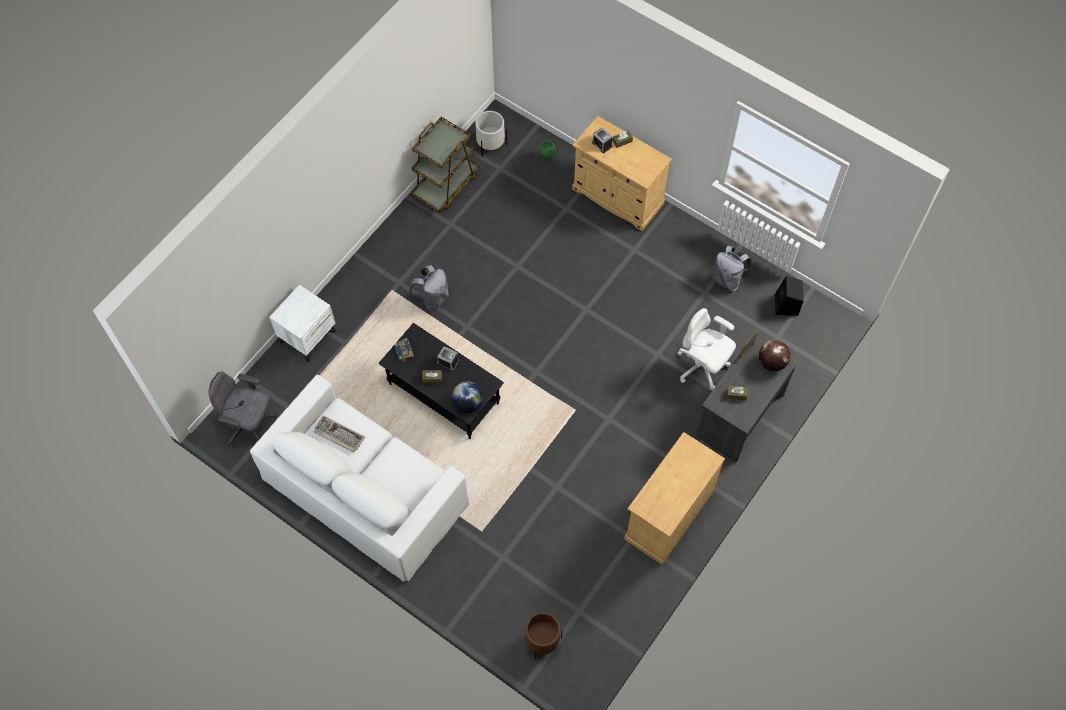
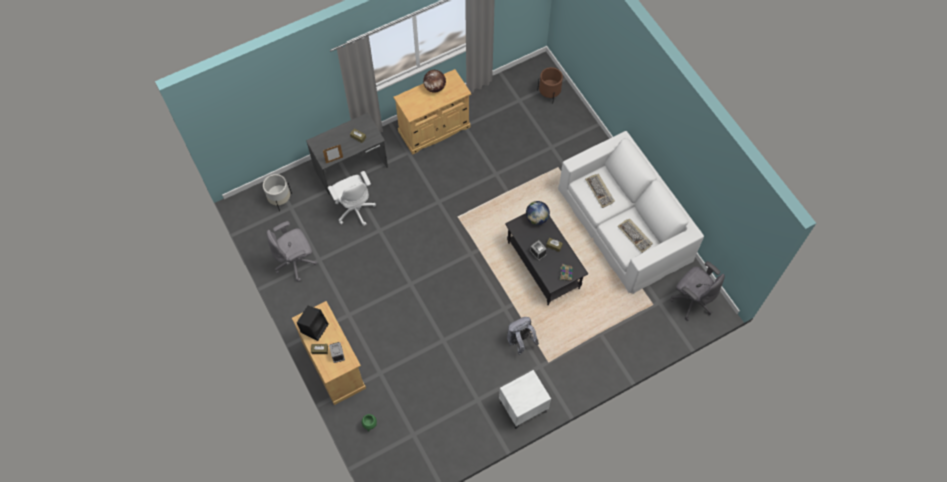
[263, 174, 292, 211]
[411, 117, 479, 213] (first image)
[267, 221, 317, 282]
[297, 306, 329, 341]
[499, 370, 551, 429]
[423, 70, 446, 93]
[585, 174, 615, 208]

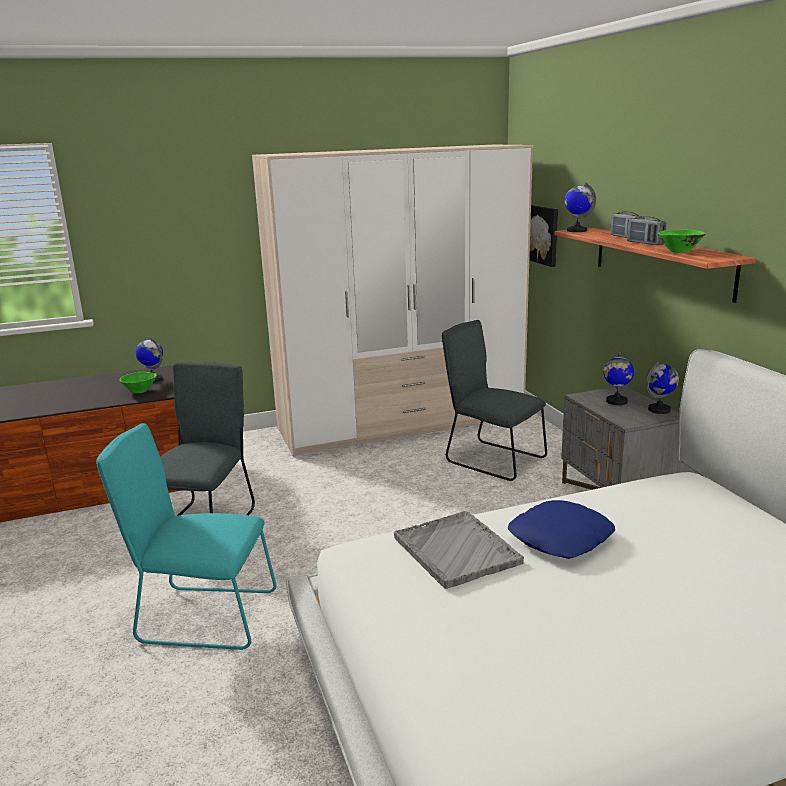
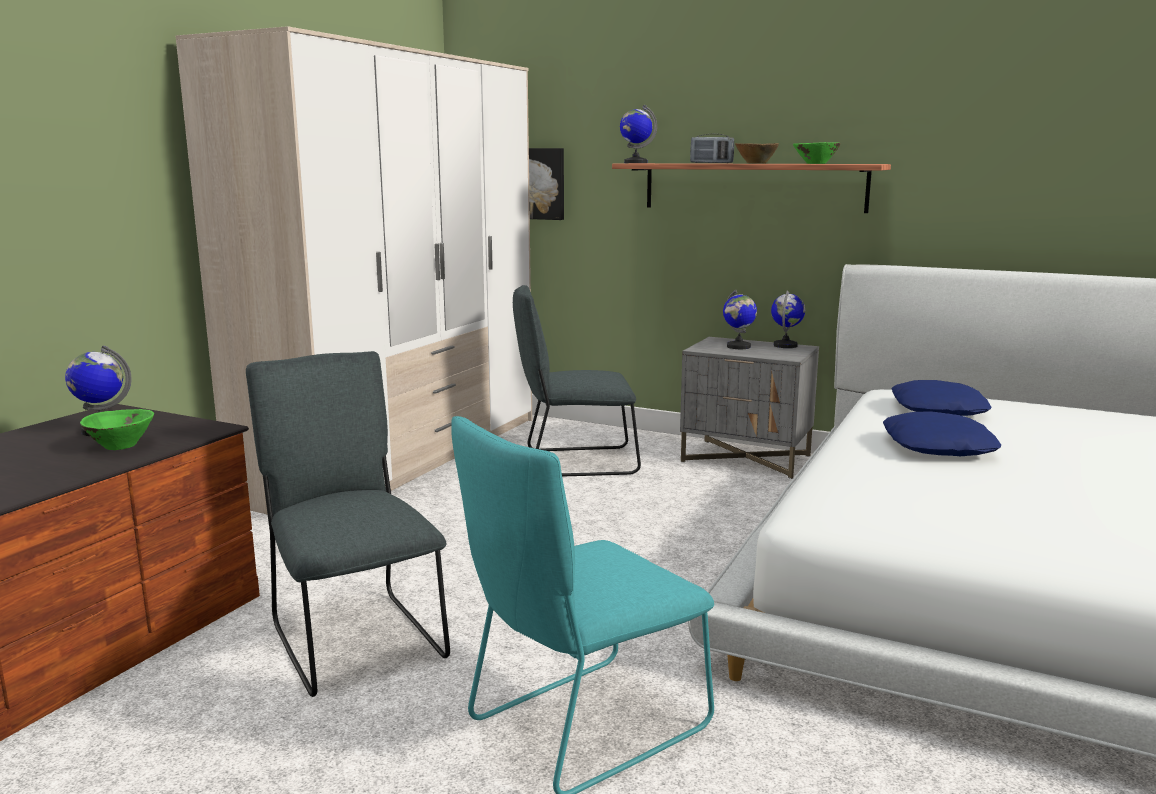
[735, 143, 779, 164]
[394, 511, 524, 589] (first image)
[891, 380, 991, 416]

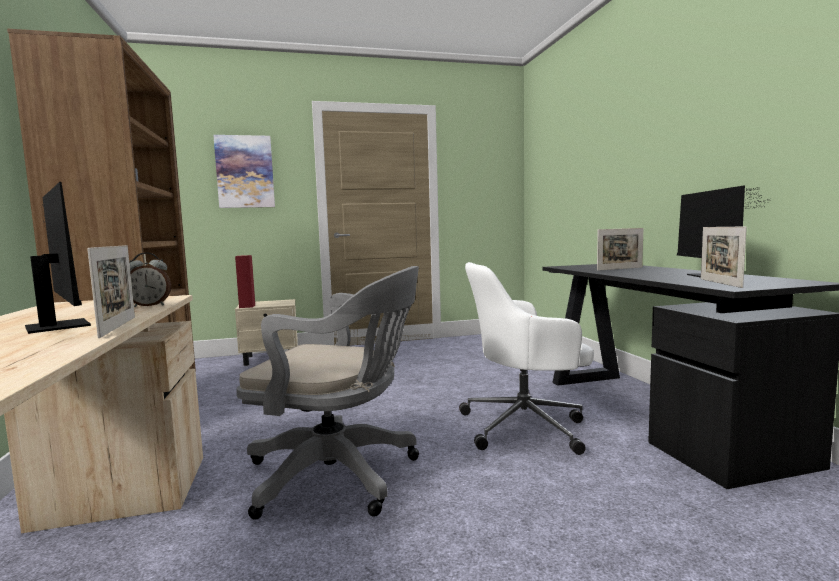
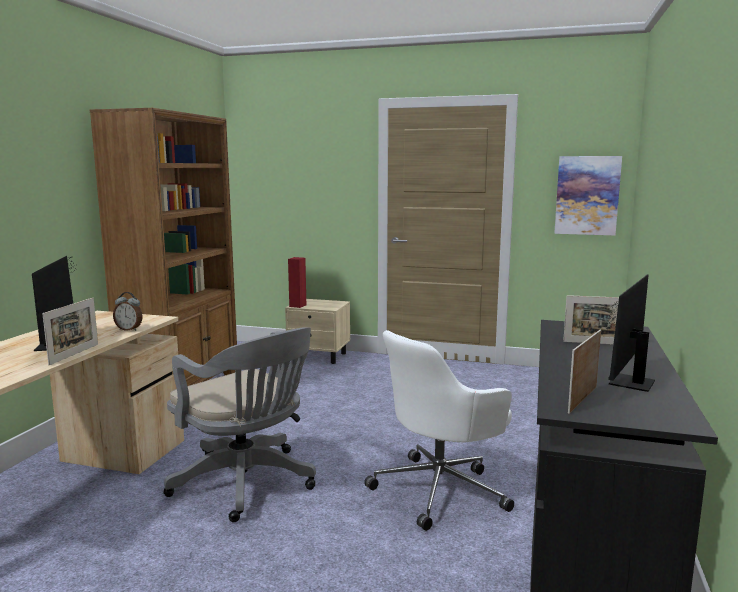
[554, 156, 622, 236]
[364, 330, 514, 531]

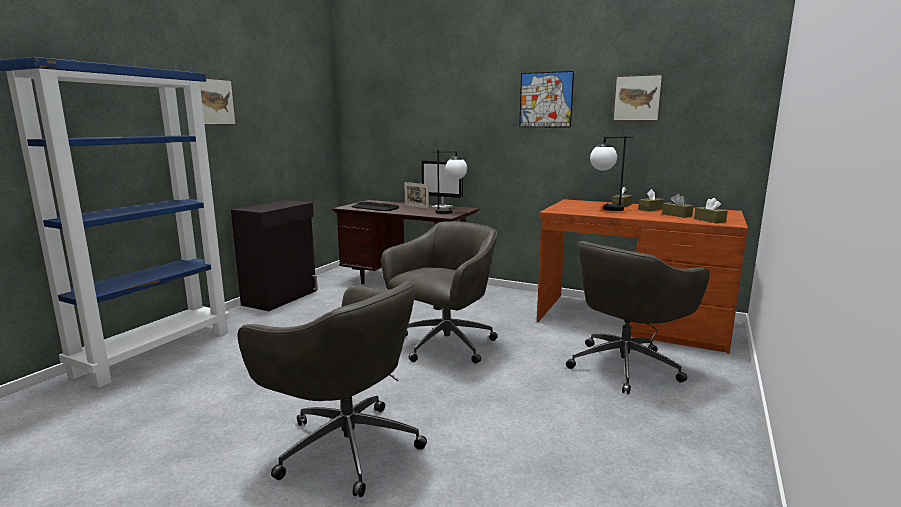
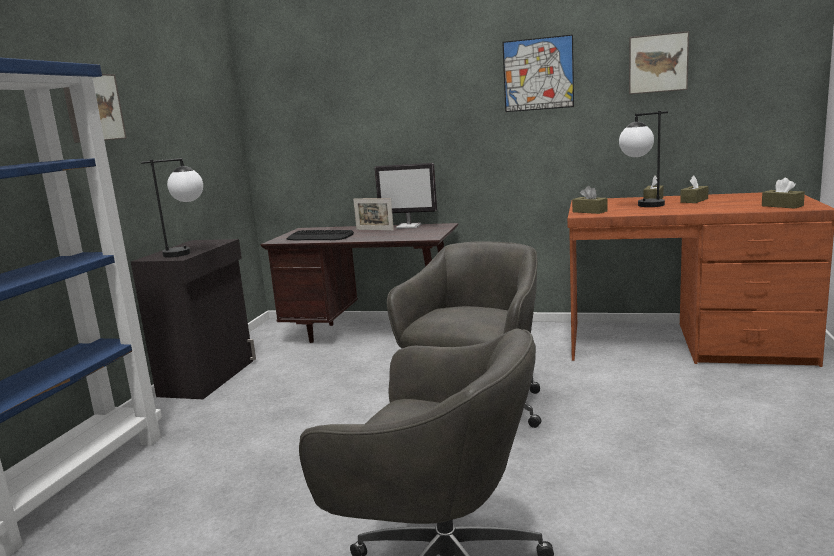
[141, 158, 203, 257]
[572, 186, 608, 214]
[566, 241, 710, 395] (first image)

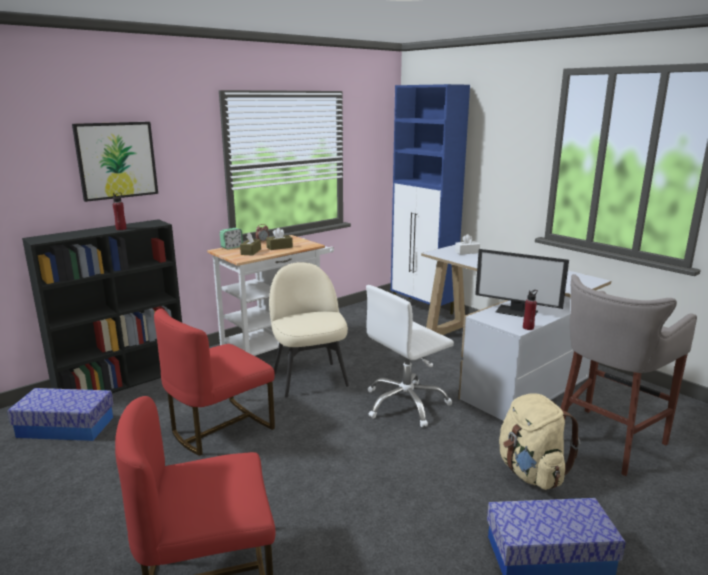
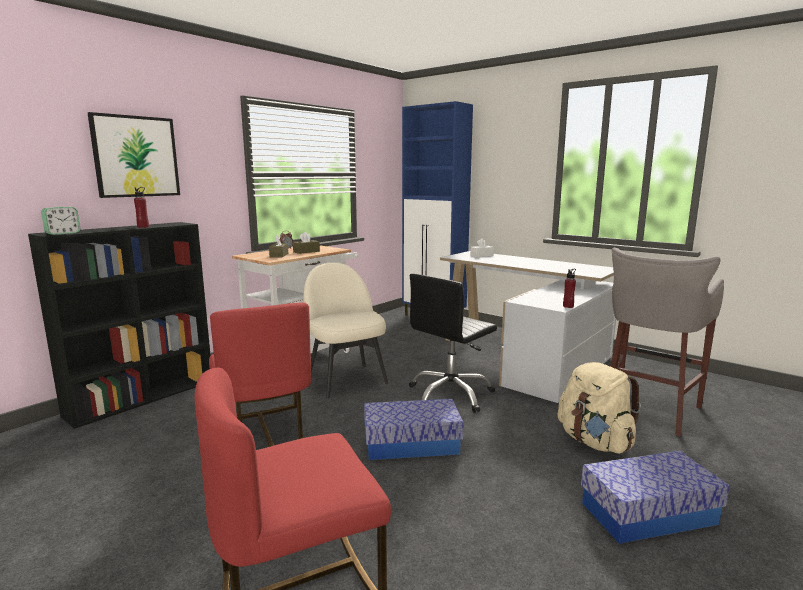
[41, 207, 80, 235]
[475, 249, 569, 317] (first image)
[409, 274, 497, 413]
[209, 303, 311, 447]
[364, 399, 464, 460]

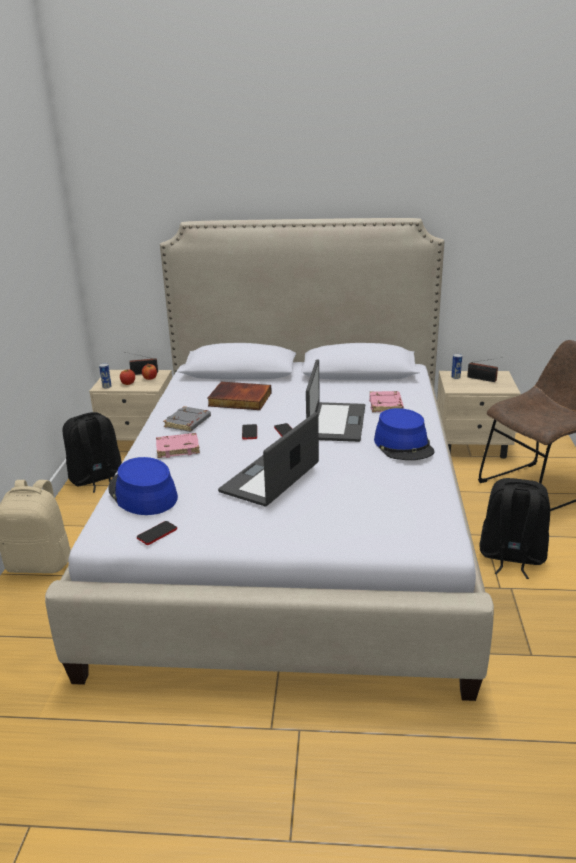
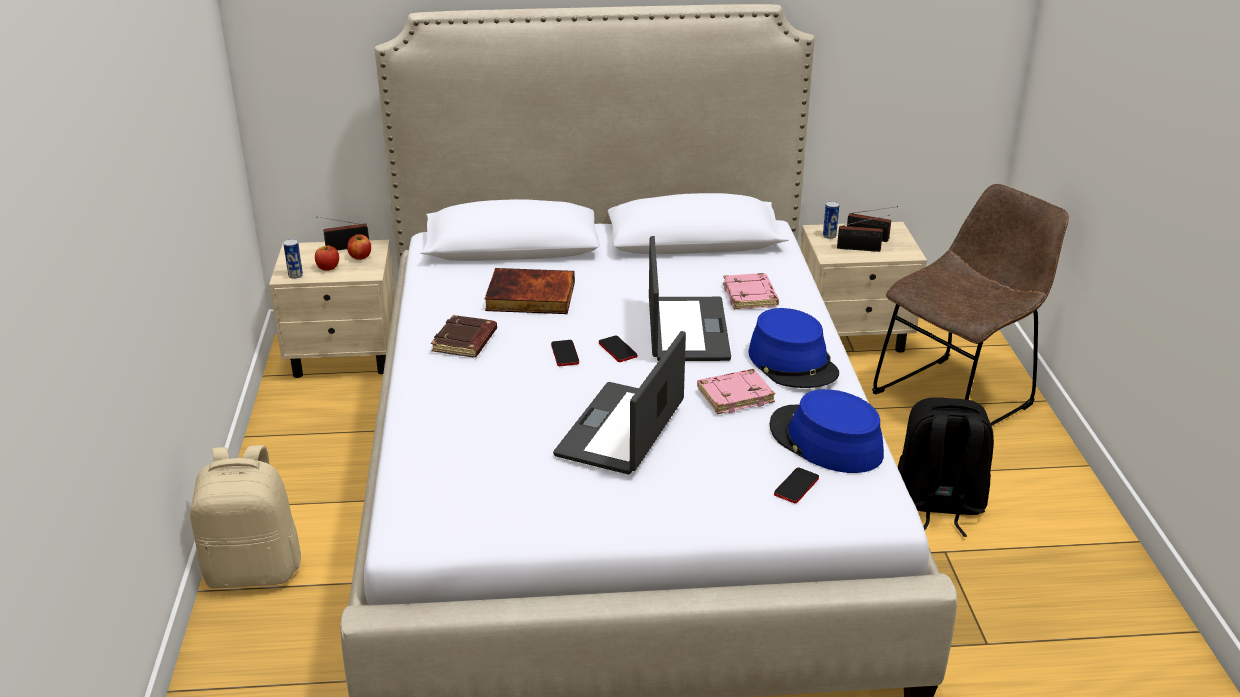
[431, 315, 497, 357]
[63, 412, 122, 493] (first image)
[697, 369, 775, 414]
[770, 389, 884, 473]
[774, 467, 819, 503]
[837, 215, 890, 252]

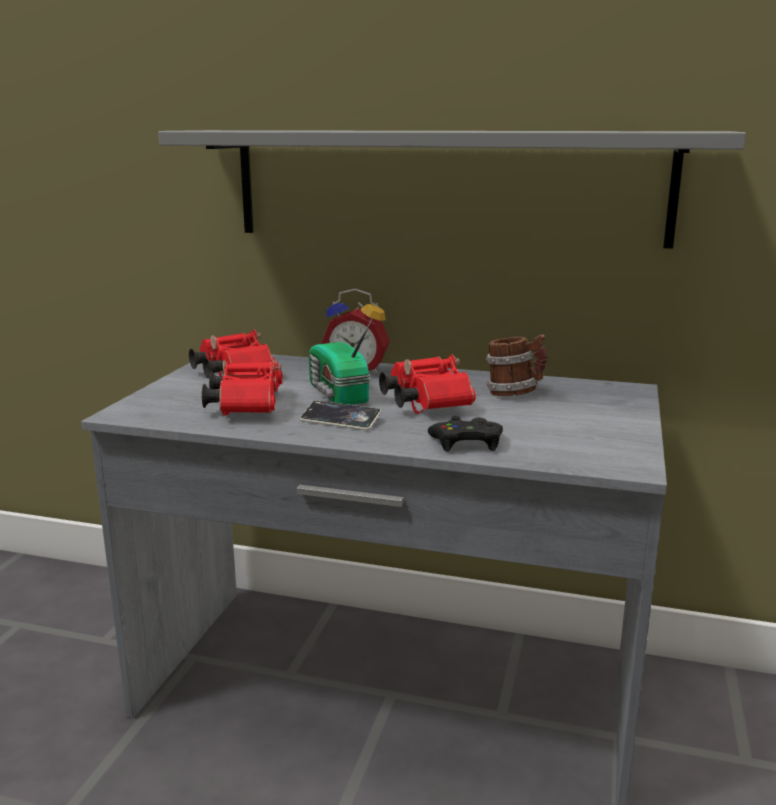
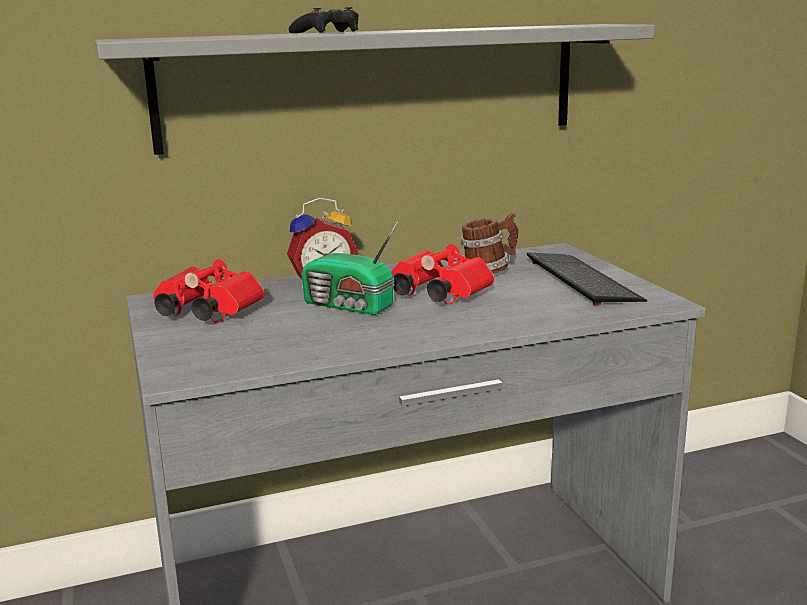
[202, 360, 283, 416] (first image)
[300, 400, 381, 430] (first image)
[289, 7, 358, 33]
[527, 252, 647, 305]

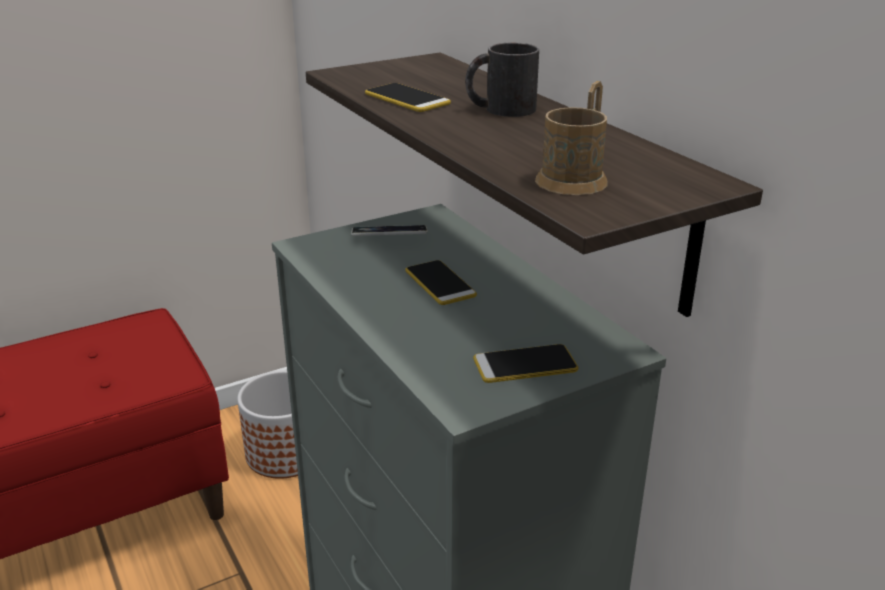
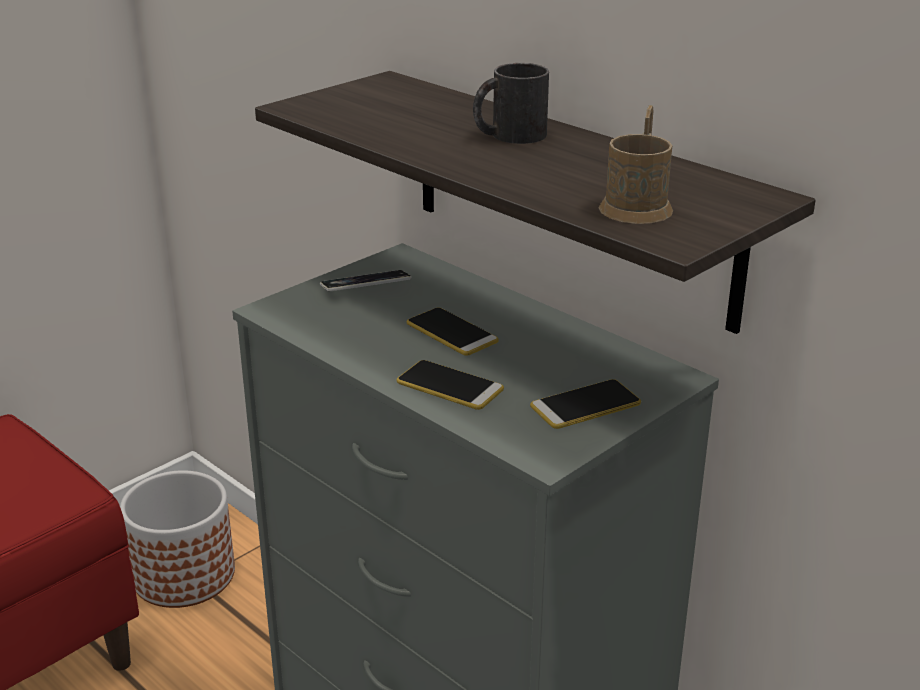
[397, 360, 504, 410]

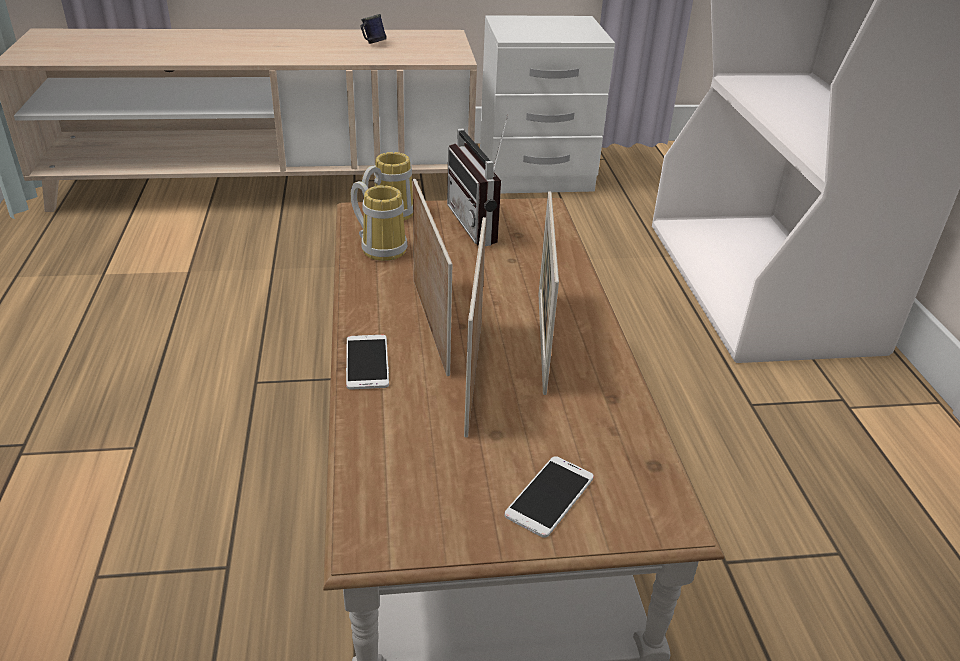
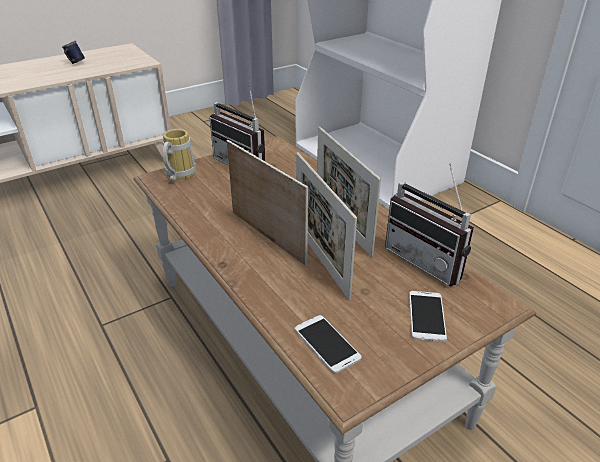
[480, 15, 615, 193] (first image)
[351, 181, 407, 261] (first image)
[295, 315, 362, 374]
[385, 163, 474, 287]

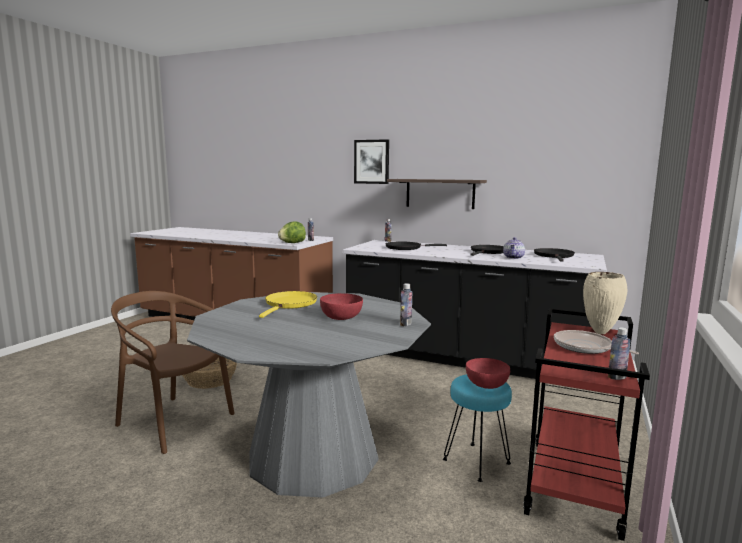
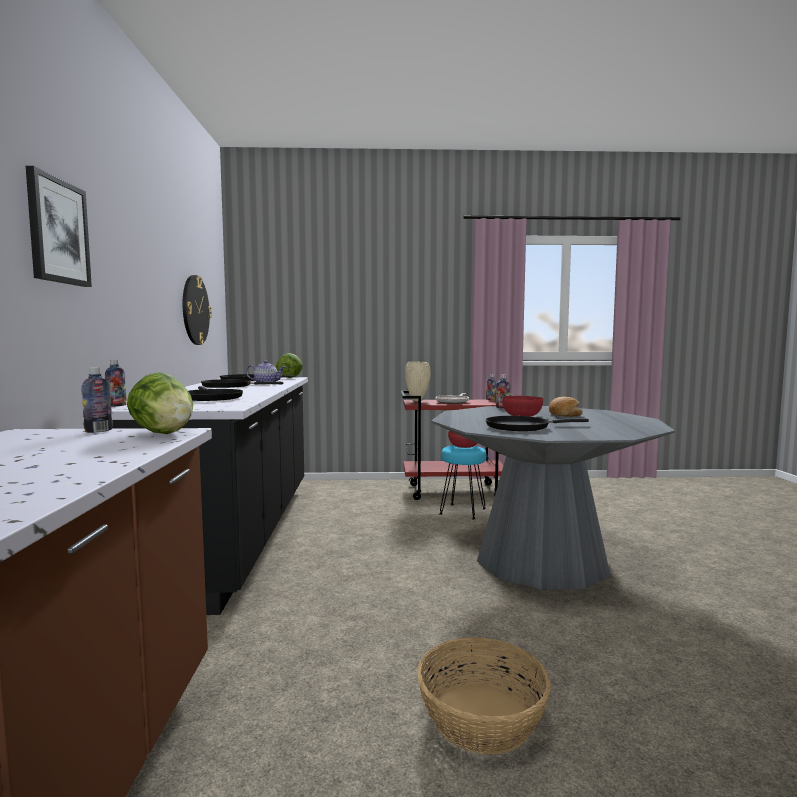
[387, 179, 487, 209] (first image)
[111, 291, 235, 454] (first image)
[486, 416, 589, 431]
[183, 275, 212, 345]
[276, 353, 303, 378]
[549, 397, 583, 417]

